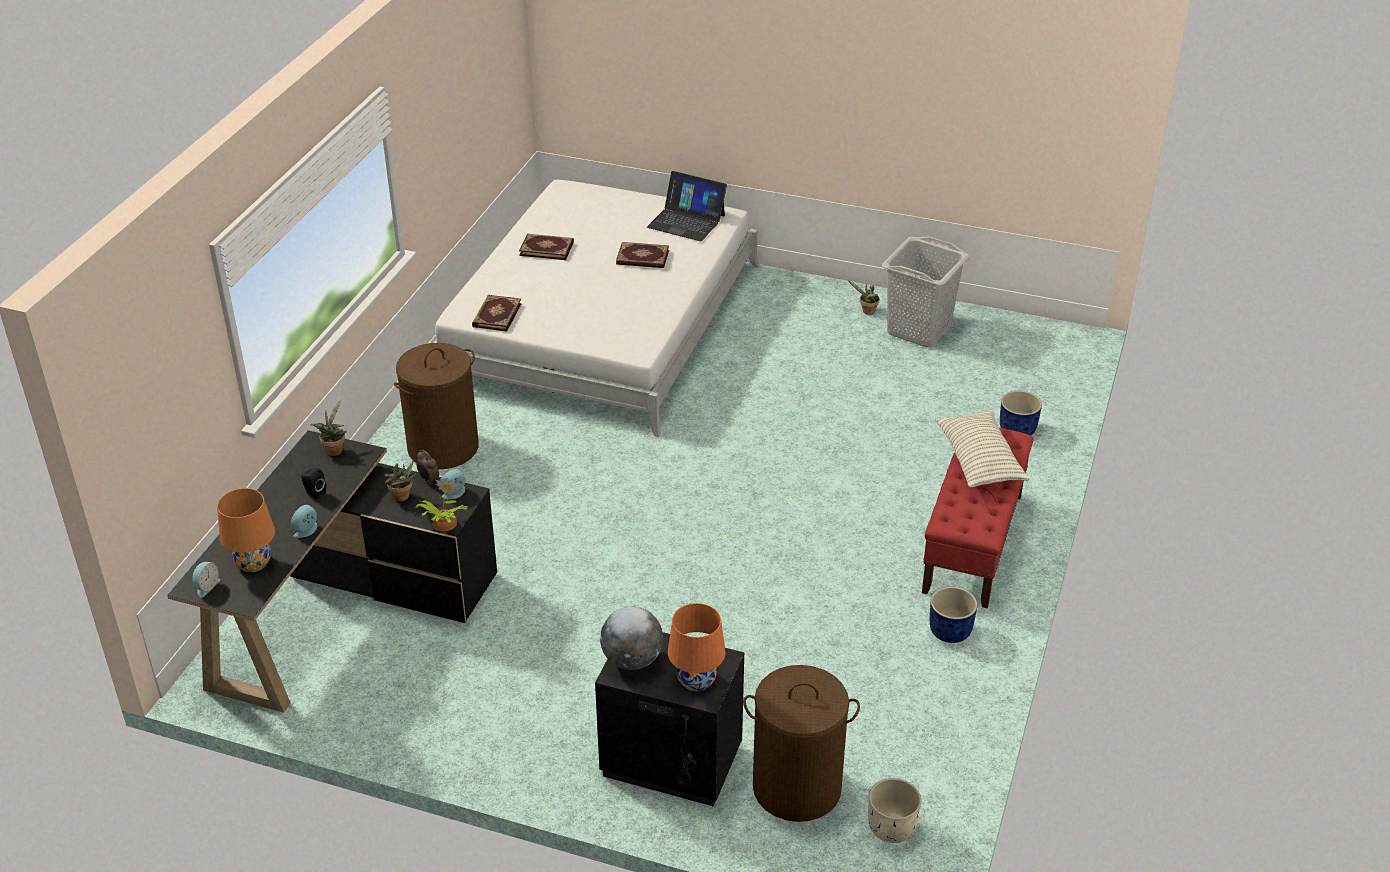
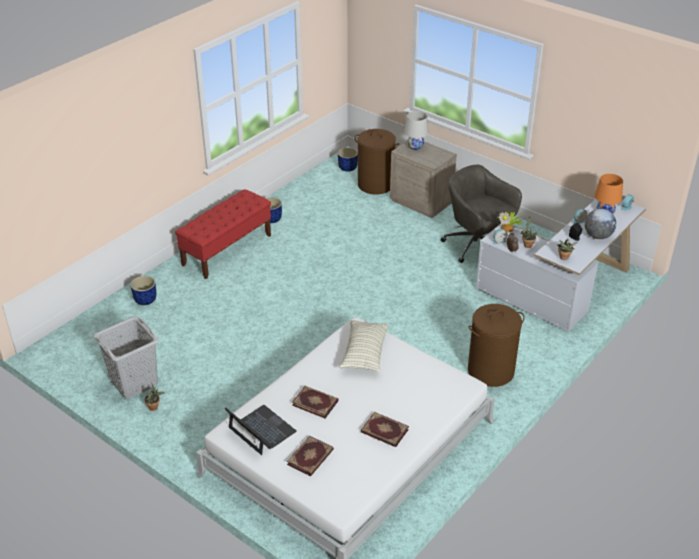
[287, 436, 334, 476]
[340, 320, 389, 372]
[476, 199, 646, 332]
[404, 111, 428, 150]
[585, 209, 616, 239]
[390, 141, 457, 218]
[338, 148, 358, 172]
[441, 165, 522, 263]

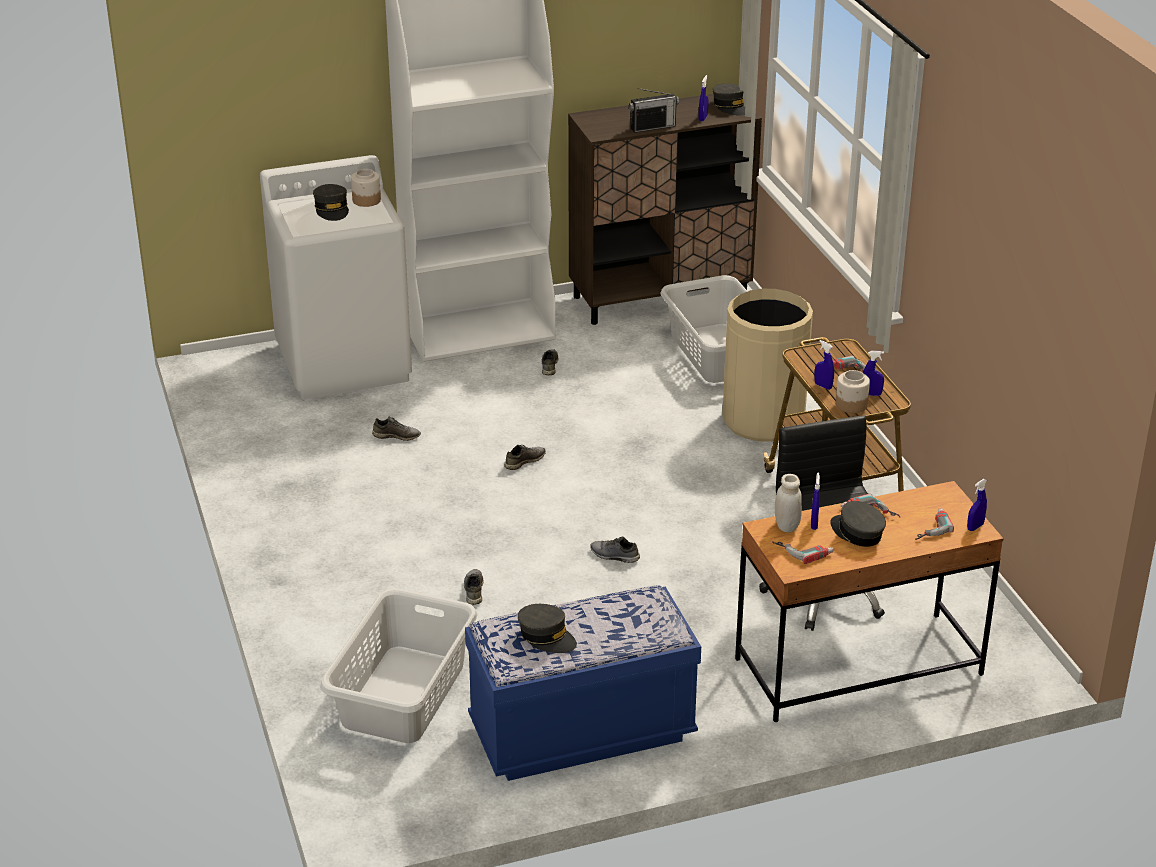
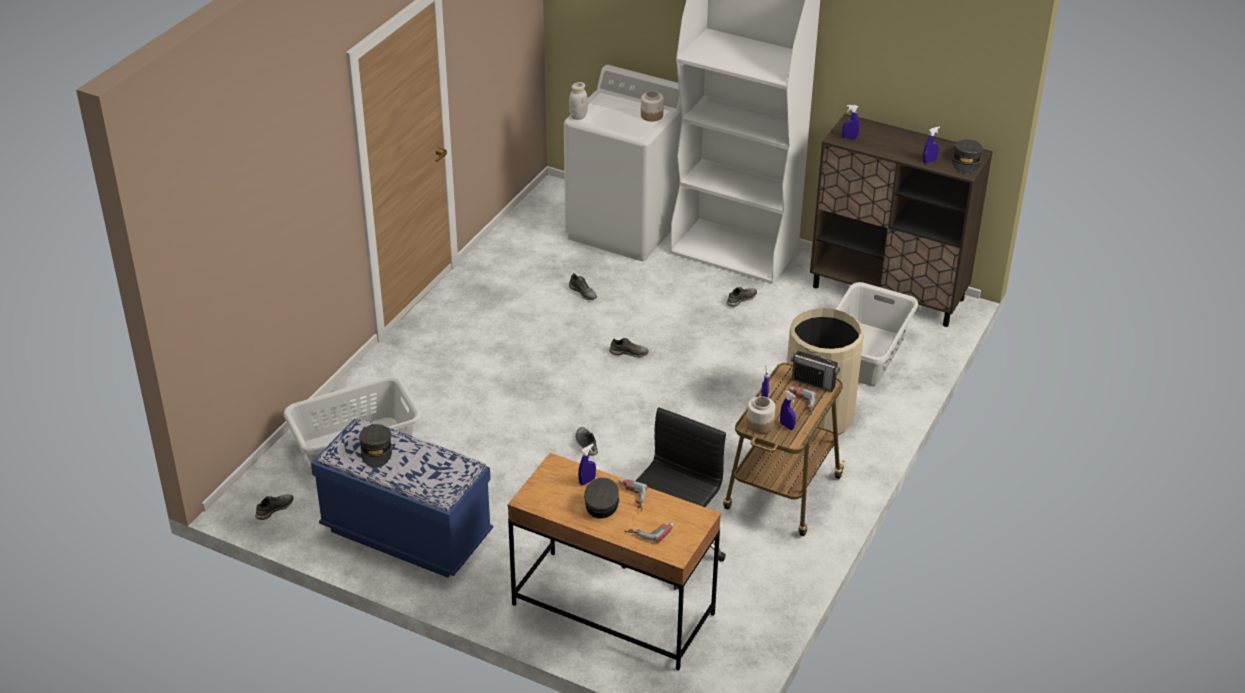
[791, 344, 840, 392]
[313, 184, 349, 221] (first image)
[569, 82, 588, 120]
[842, 105, 859, 139]
[772, 541, 834, 564] (first image)
[255, 494, 294, 520]

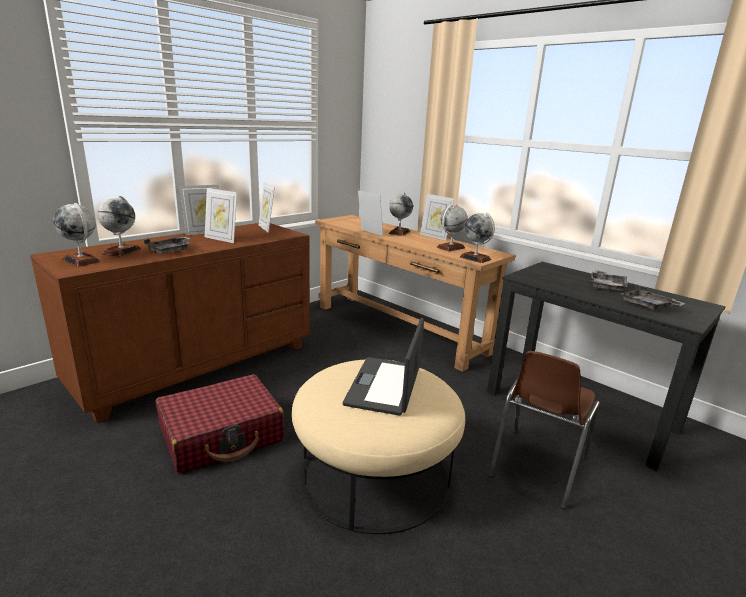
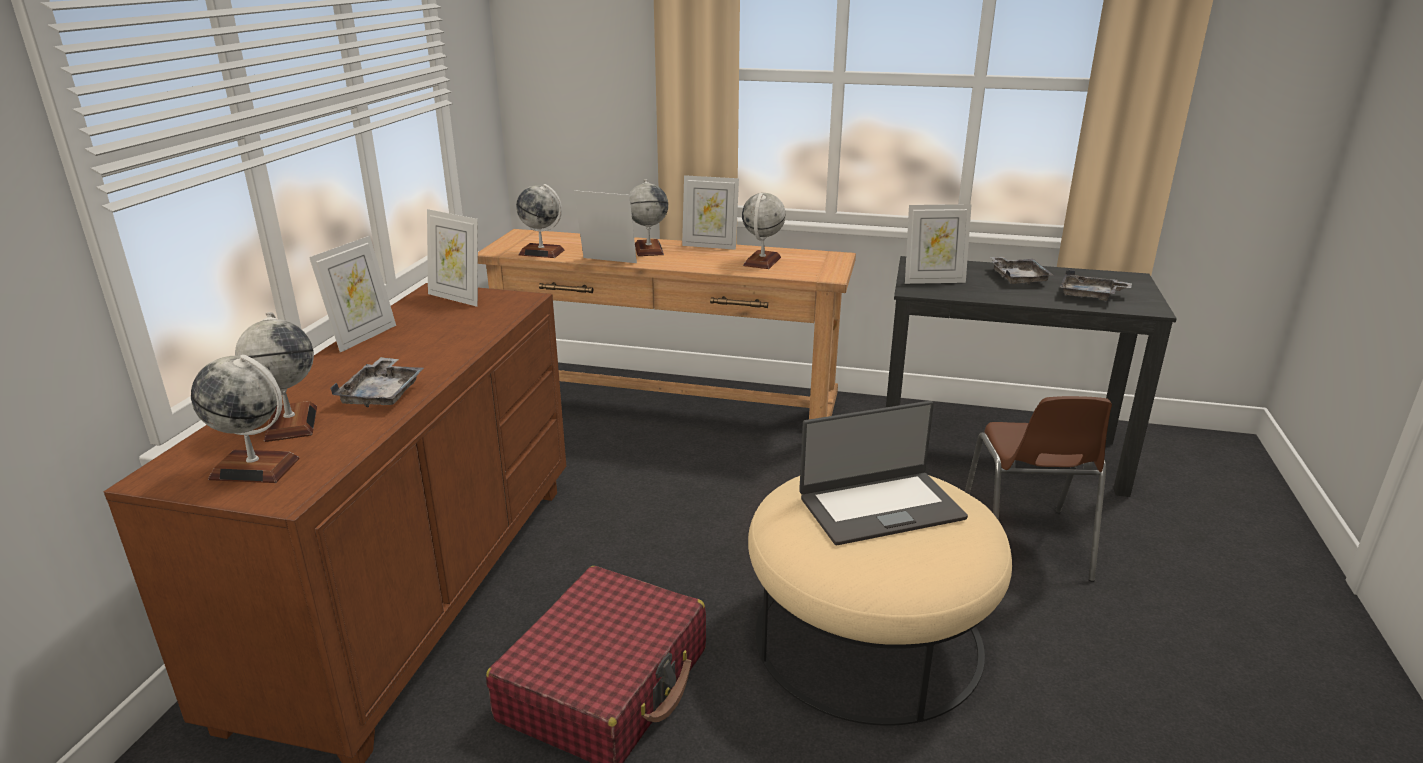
[905, 204, 972, 284]
[516, 184, 565, 258]
[799, 401, 968, 545]

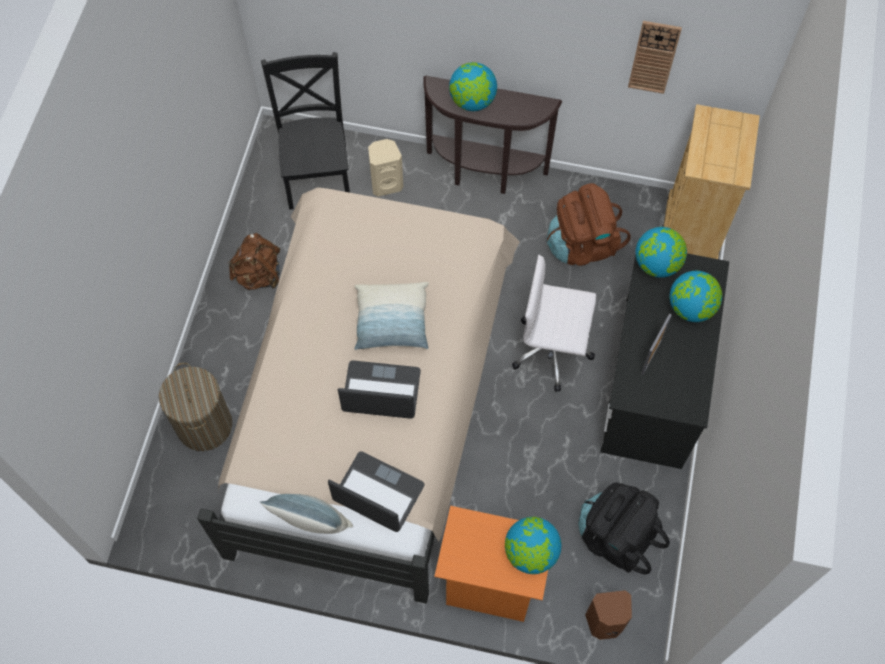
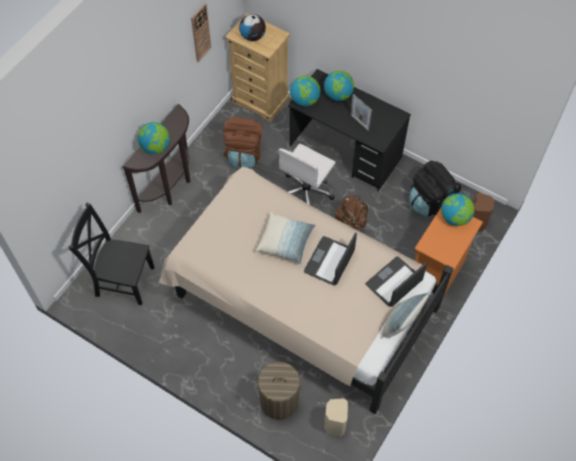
[324, 398, 348, 437]
[335, 195, 368, 231]
[239, 14, 266, 41]

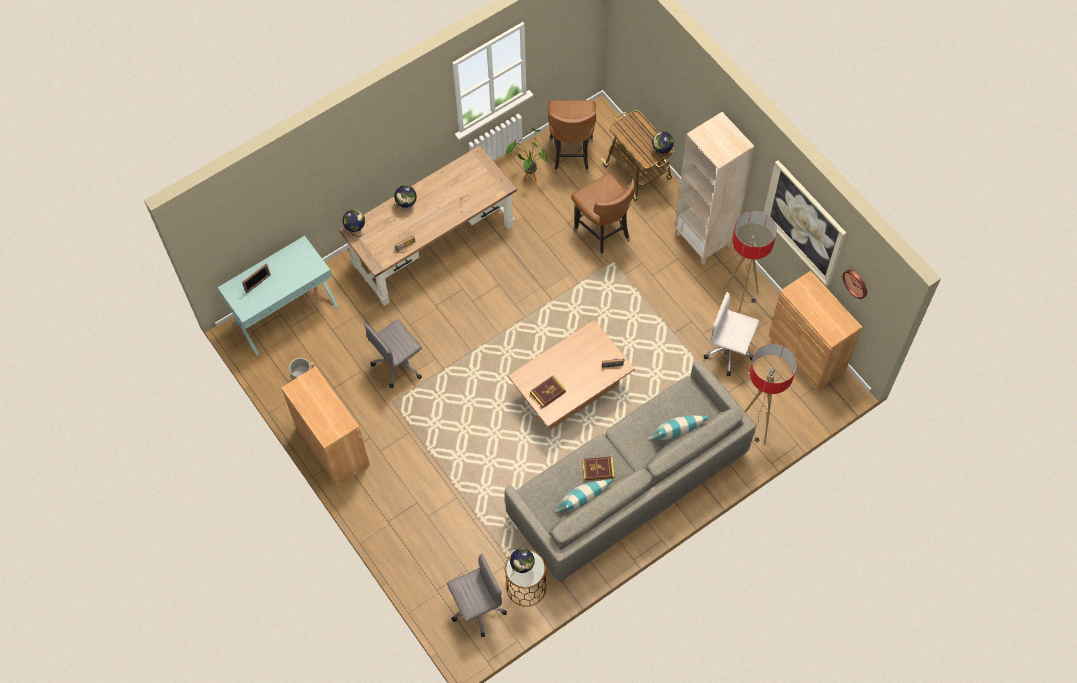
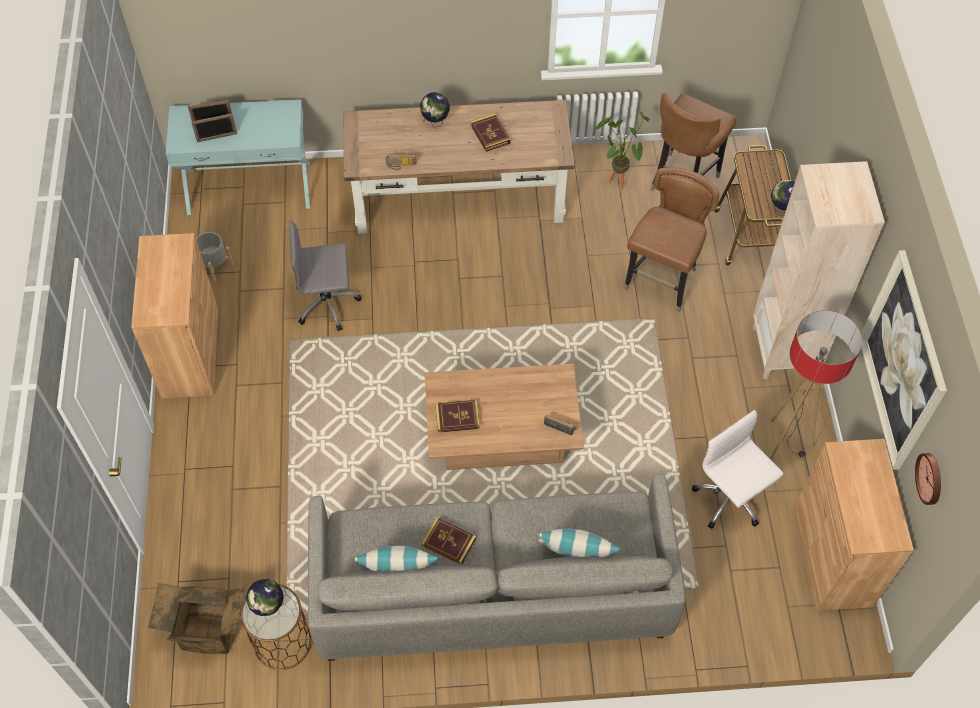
[624, 167, 720, 312]
[343, 209, 365, 237] (first image)
[745, 344, 797, 445] (first image)
[148, 583, 245, 654]
[191, 113, 237, 142]
[471, 113, 510, 152]

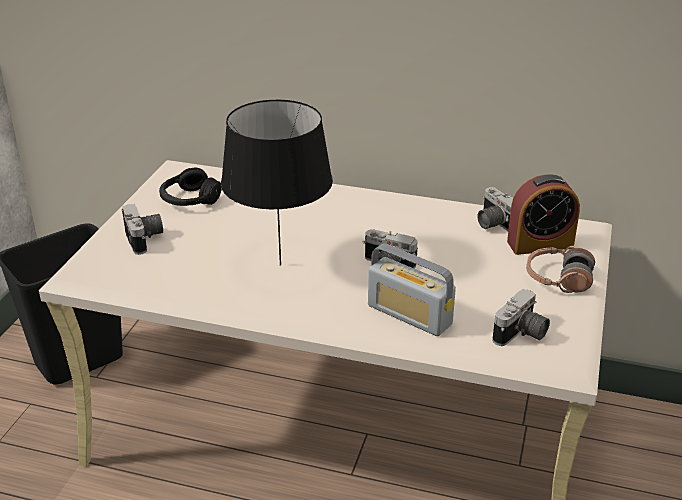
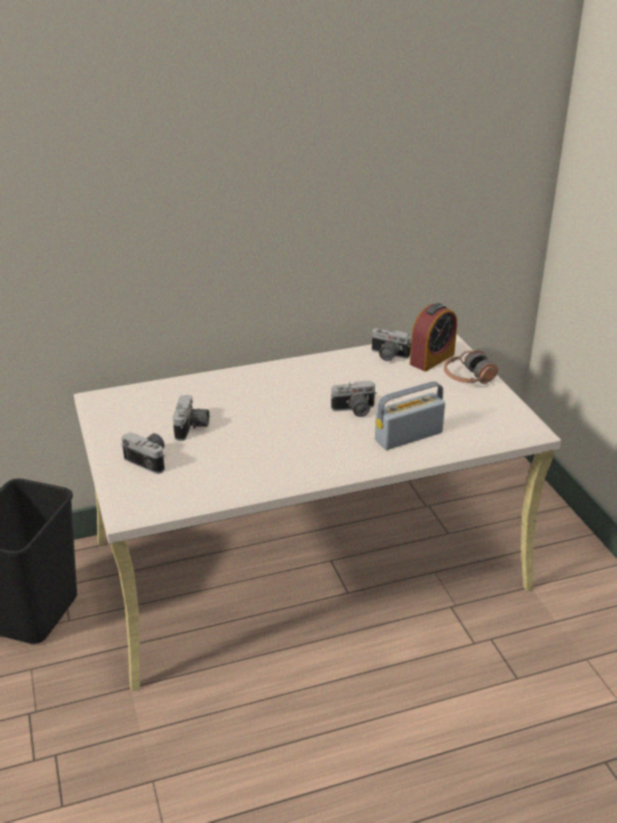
[221, 100, 333, 266] (first image)
[159, 168, 222, 206] (first image)
[375, 381, 445, 450]
[173, 395, 209, 441]

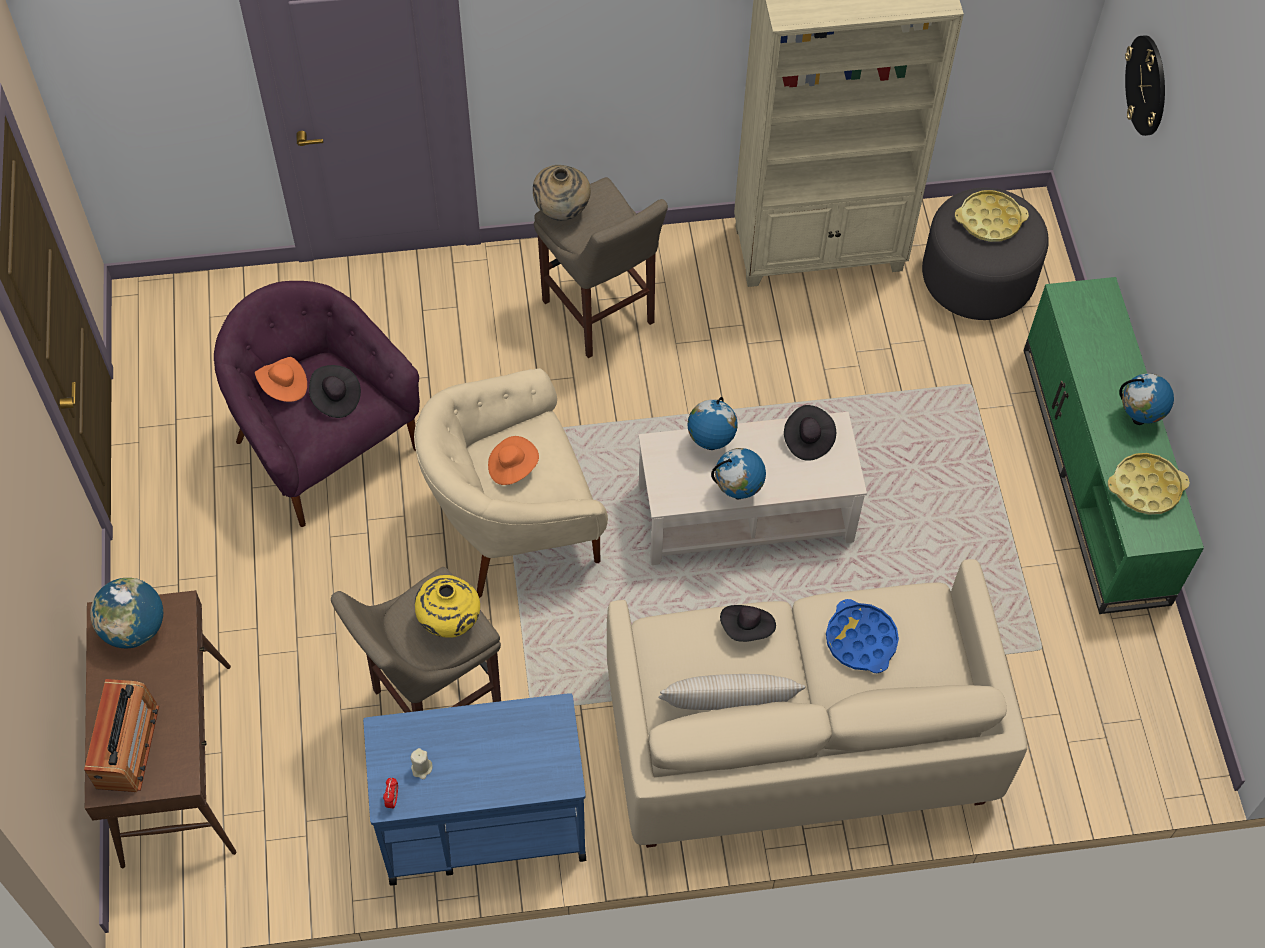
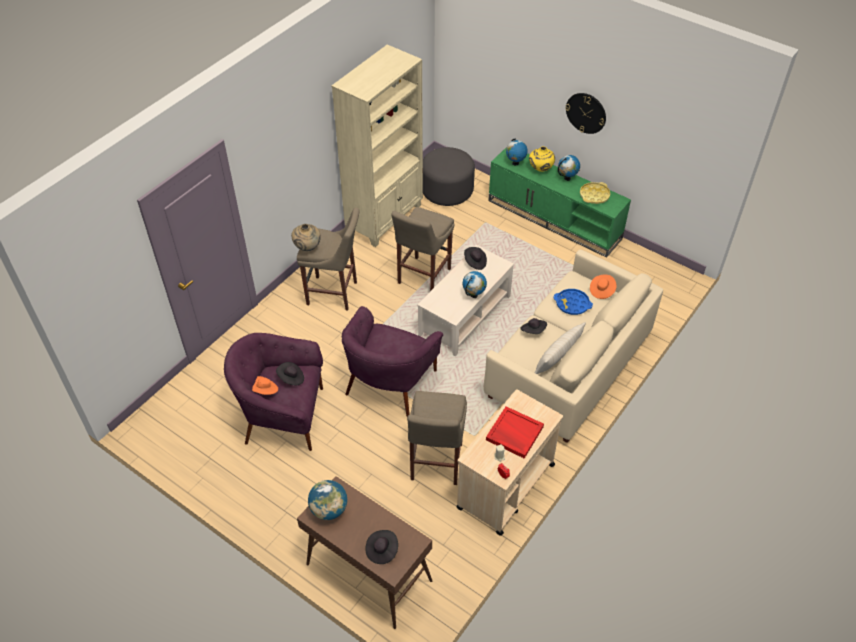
[565, 93, 606, 134]
[955, 190, 1029, 242] (first image)
[342, 306, 443, 417]
[506, 139, 528, 166]
[590, 275, 617, 299]
[529, 146, 555, 172]
[365, 530, 398, 564]
[456, 389, 563, 536]
[391, 207, 455, 291]
[486, 406, 544, 459]

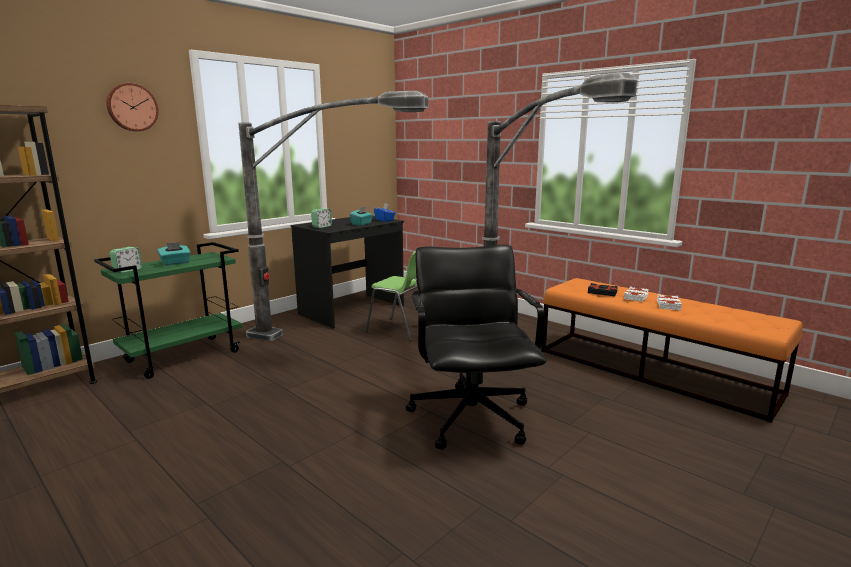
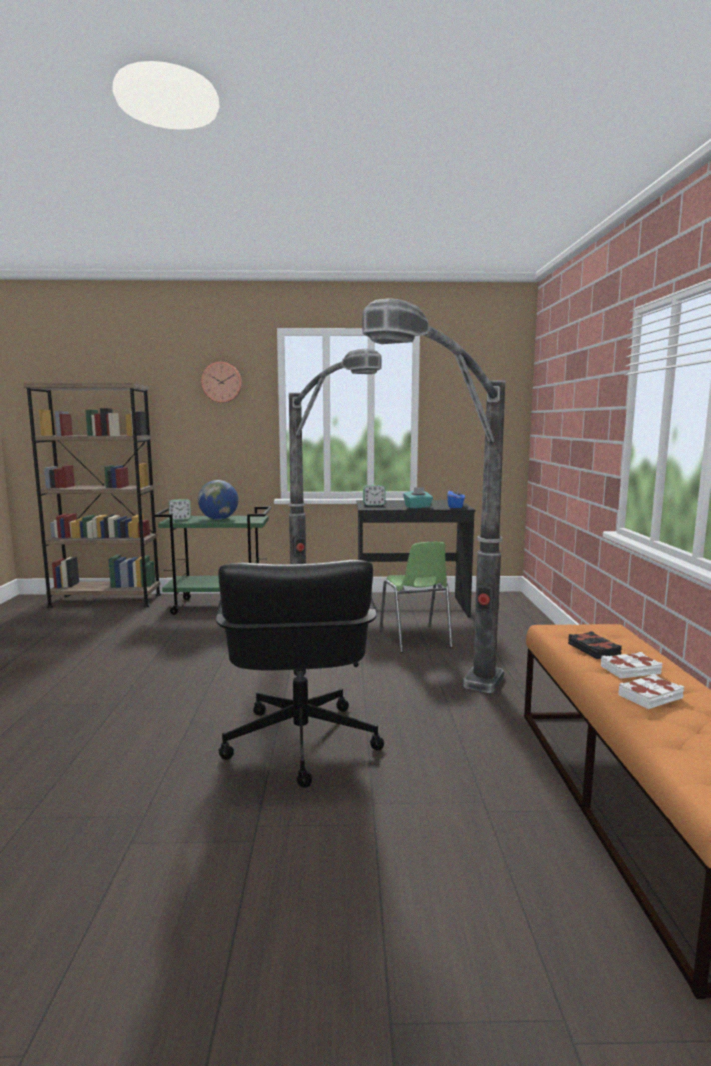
[198, 480, 238, 520]
[216, 560, 384, 788]

